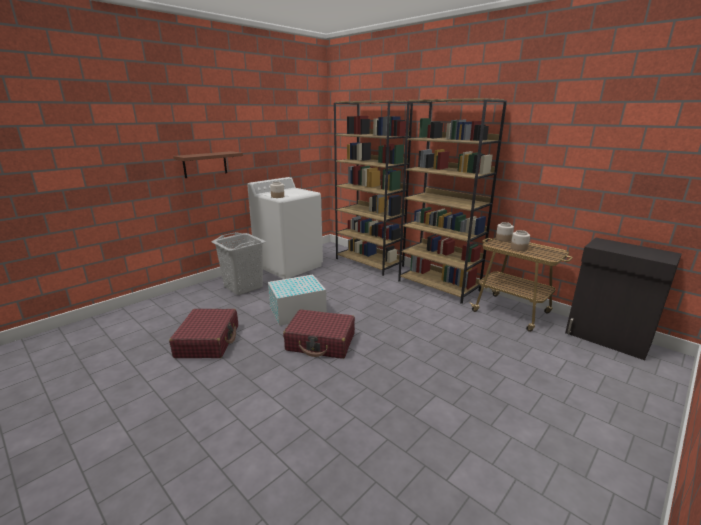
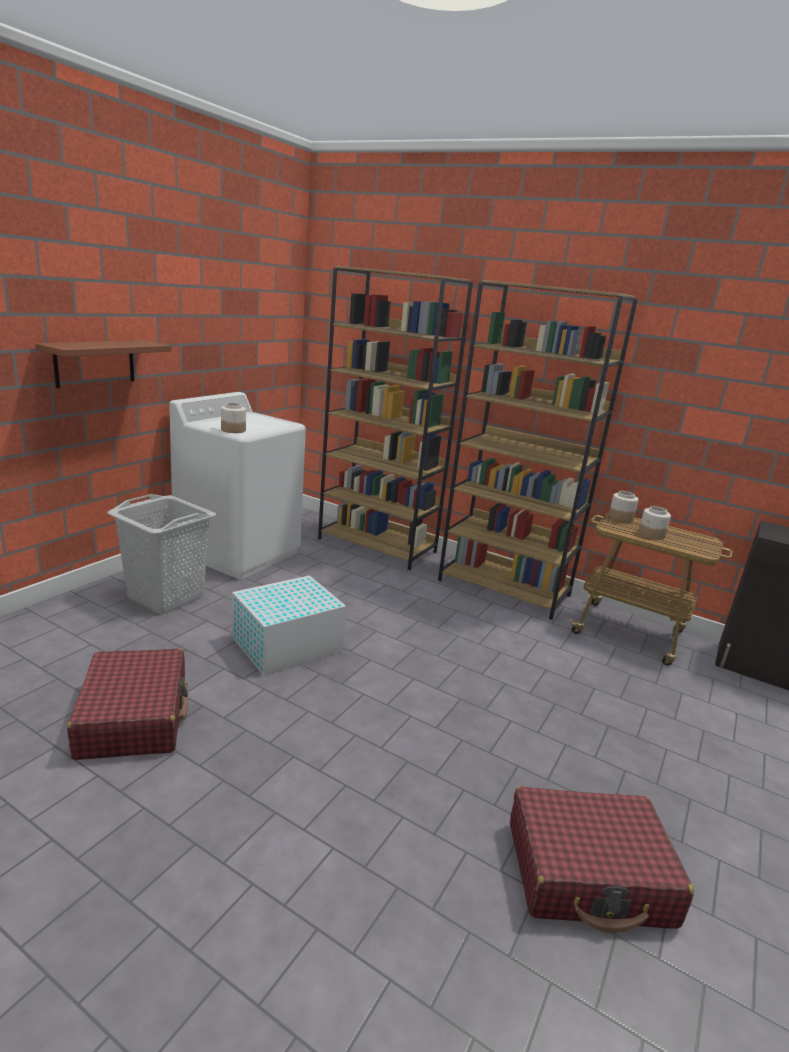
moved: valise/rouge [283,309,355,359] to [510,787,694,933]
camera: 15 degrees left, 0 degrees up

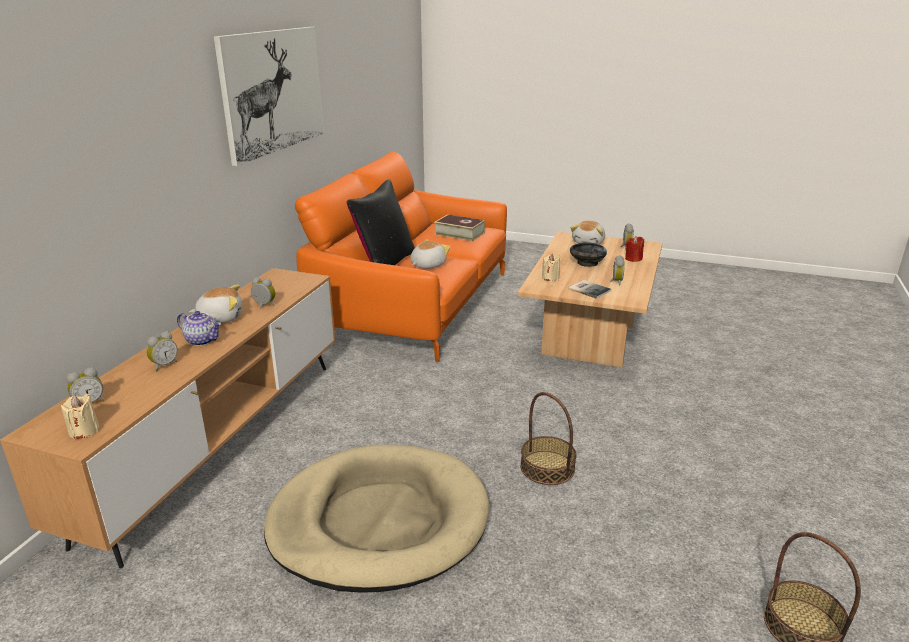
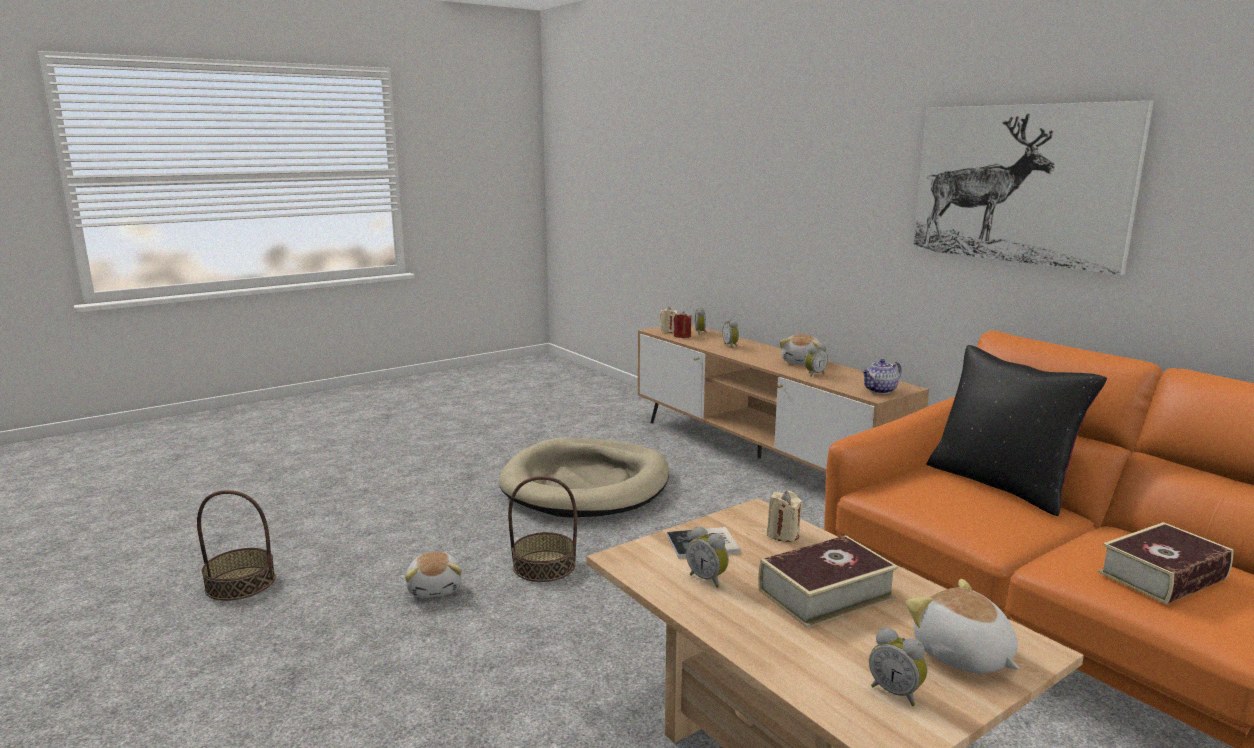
moved: bougie/rouge [625,236,644,262] to [674,311,692,338]; peluche [410,239,450,269] to [405,552,462,598]; théière [177,311,221,346] to [862,359,902,394]
replaced: bol/noir [570,242,607,267] to livre [758,535,898,628]
camera: 125 degrees right, 10 degrees down

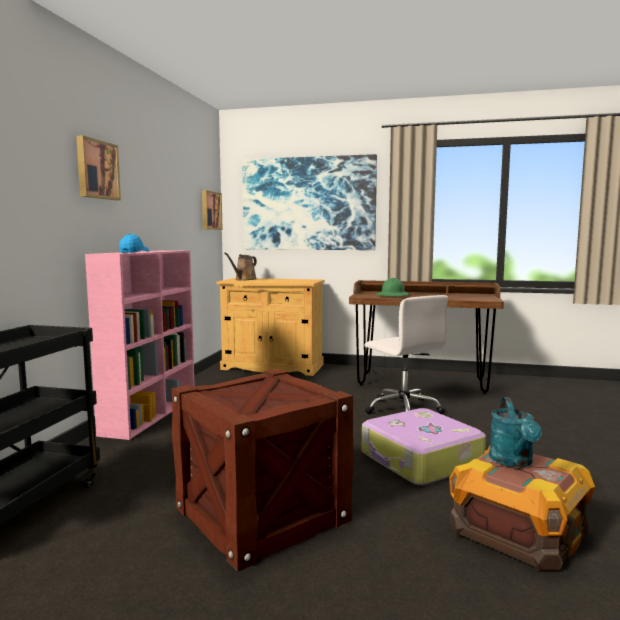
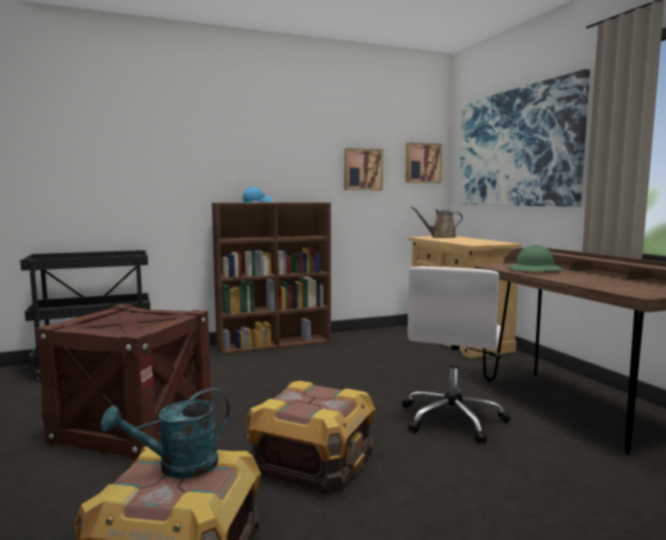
moved: tableau [76,135,121,200] to [344,148,383,190]
replaced: valise [362,408,486,485] to caisse [245,381,375,494]
recoloured: bibliothèque/rose [85,250,195,440] to bibliothèque/marron [212,202,331,354]
camera: 55 degrees right, 0 degrees up

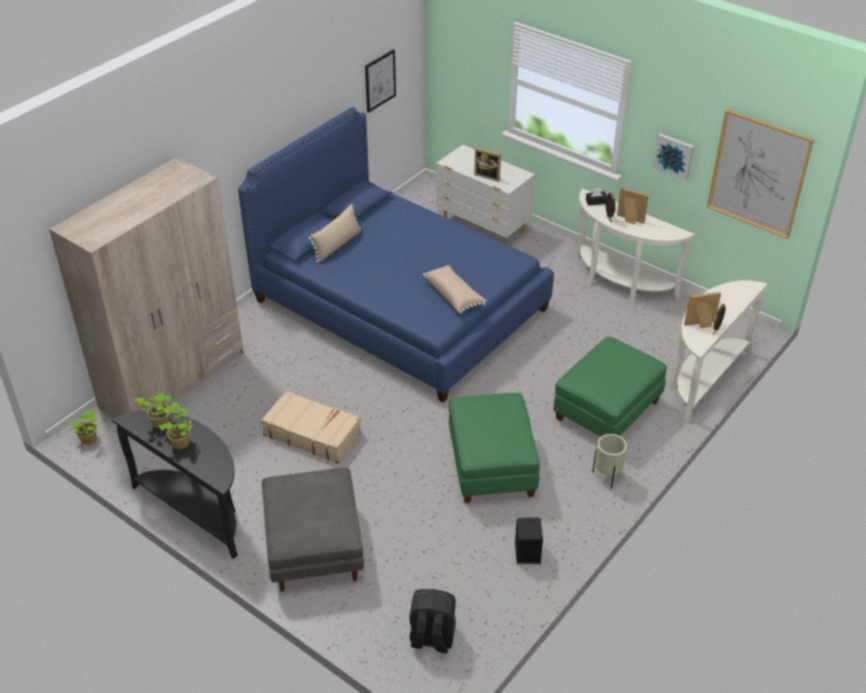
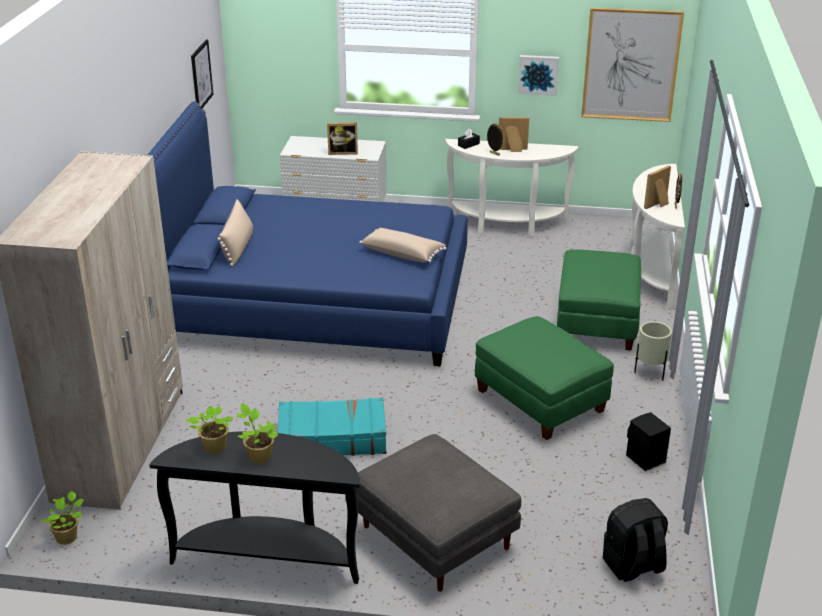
recoloured: valise/beige [261,391,361,463] to valise/turquoise [278,398,386,456]
camera: 30 degrees left, 10 degrees down

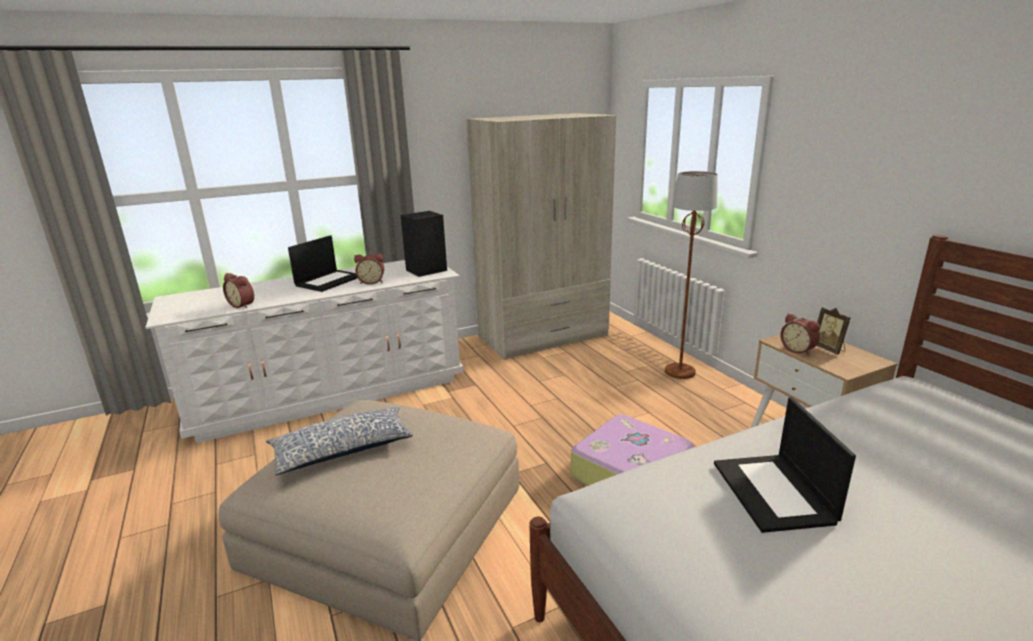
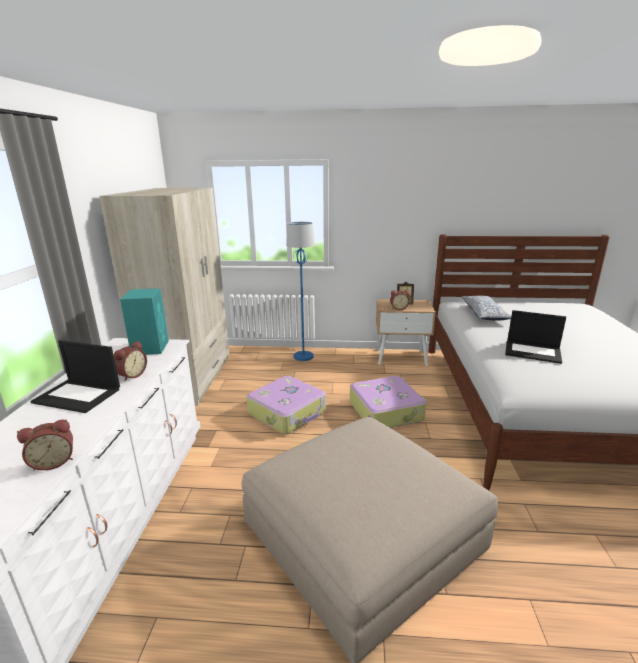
added: valise [246,376,326,434]
moved: coussin [266,406,413,475] to [462,296,511,321]
recoloured: lampadaire/marron [665,171,718,379] to lampadaire/bleu [286,222,315,361]; enceinte/noir [401,211,447,277] to enceinte/turquoise [120,288,169,355]
turned: ordinateur portable [288,235,357,292] = [30,340,120,413] 135 degrees clockwise
camera: 60 degrees left, 0 degrees up

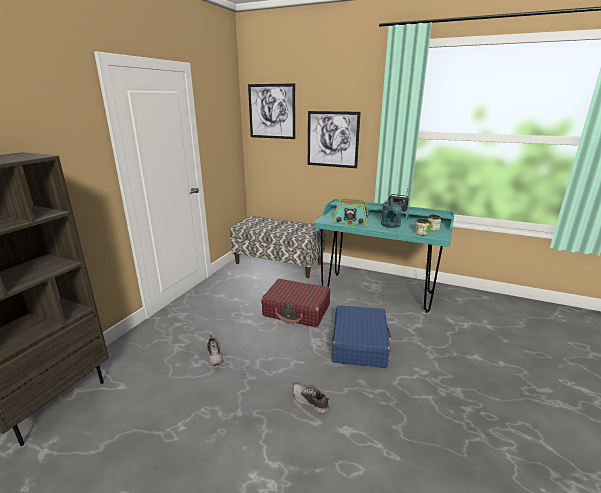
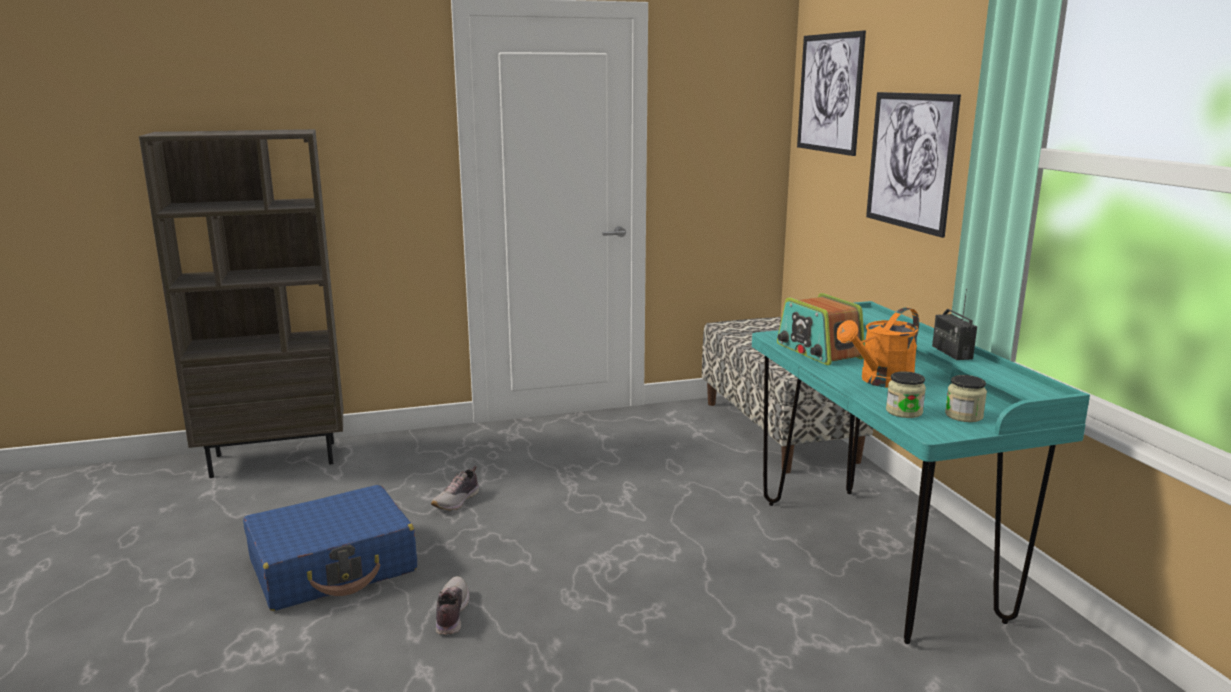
removed: valise/rouge [261,279,330,327]
moved: valise/bleu [332,305,391,368] to [243,485,417,611]
recoloured: arrosoir/turquoise [381,196,402,228] to arrosoir/orange [837,307,919,388]
camera: 50 degrees right, 5 degrees down

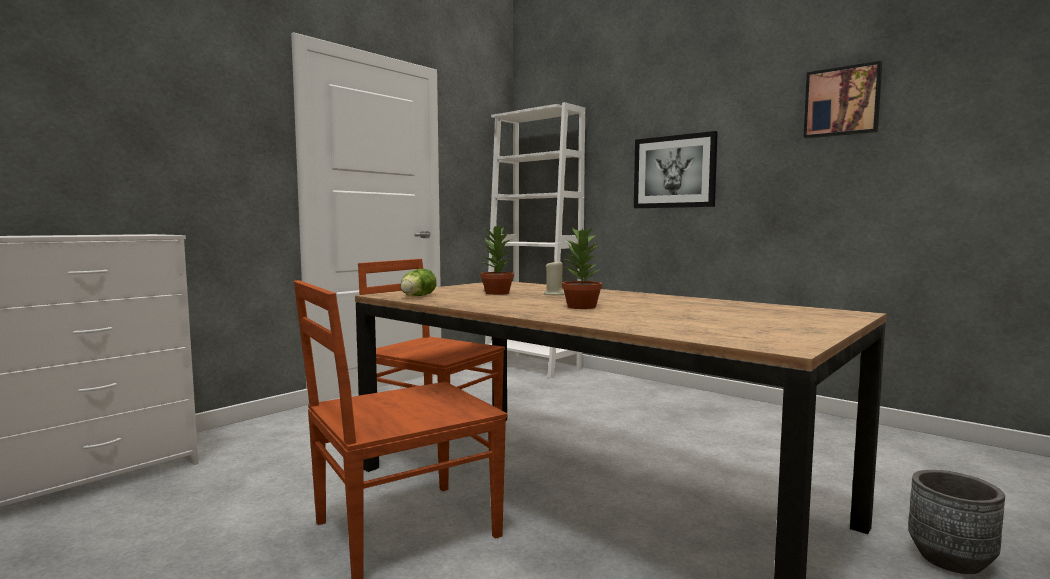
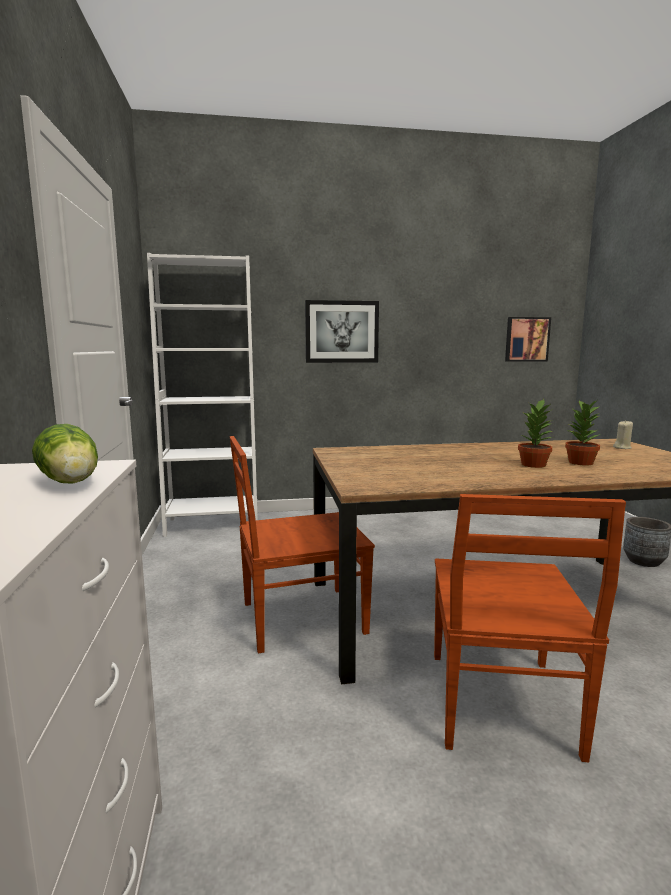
moved: tableau [803,61,882,139] to [505,317,551,362]; plante en pot [481,226,514,295] to [565,400,600,465]; bougie/beige [544,260,565,295] to [613,420,633,449]; laitue [400,269,437,296] to [32,424,98,484]
camera: 50 degrees left, 5 degrees up

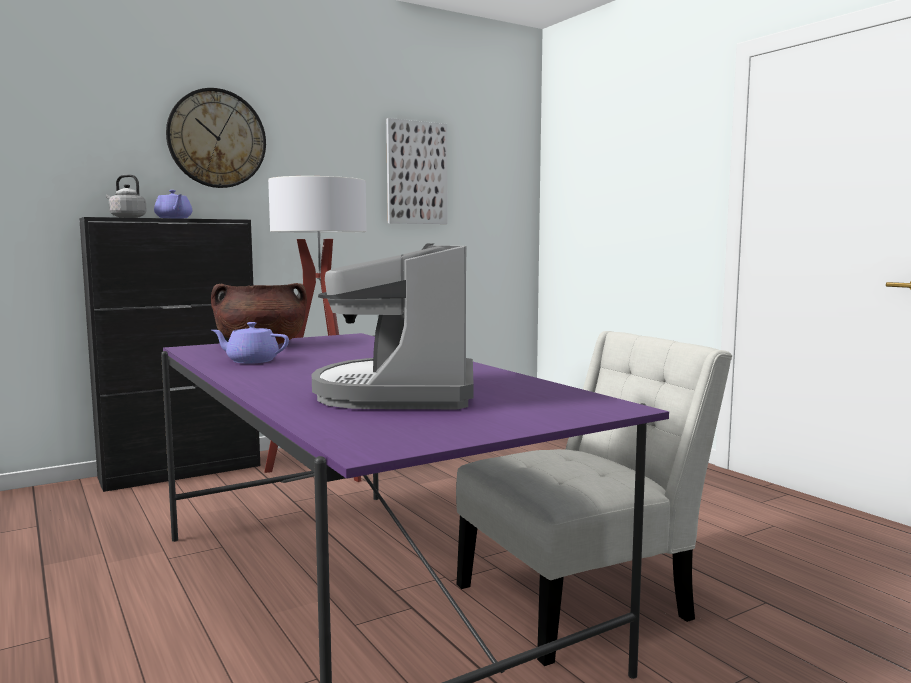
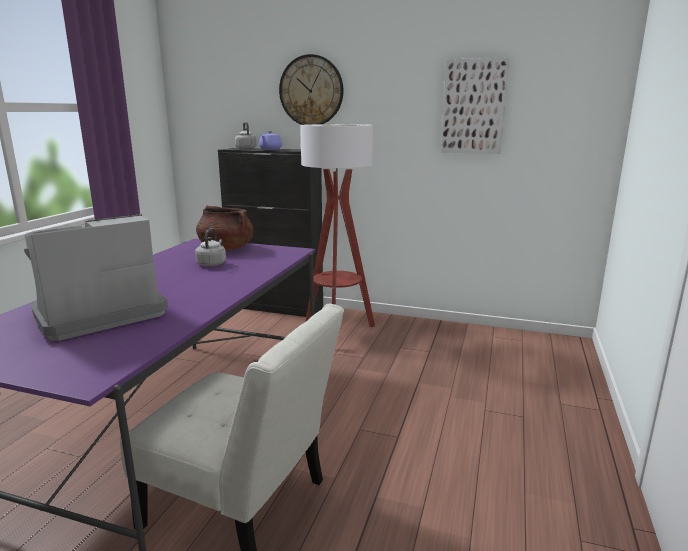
removed: théière/violet [212,322,289,364]
added: bouilloire/gris [195,228,226,267]
camera: 50 degrees right, 10 degrees up

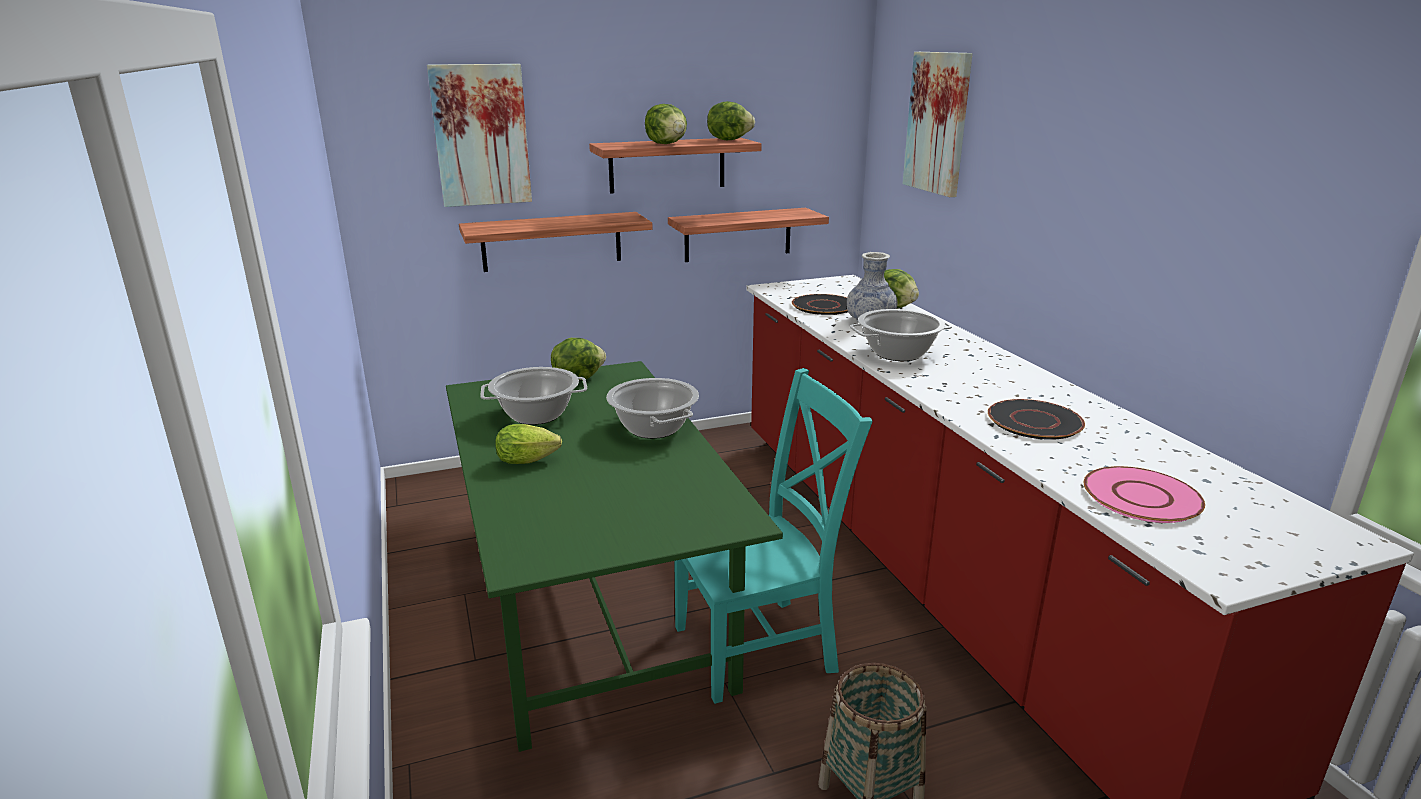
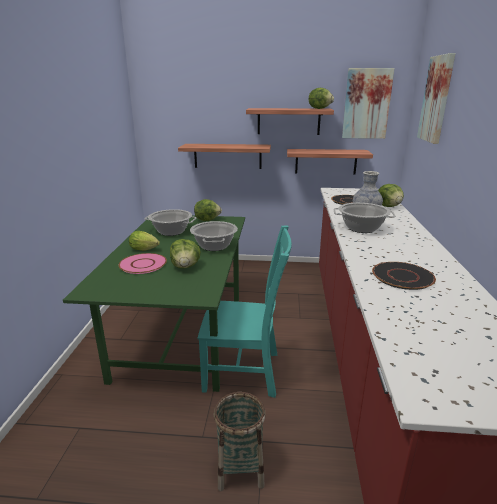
moved: tableau [427,64,532,207] to [342,68,395,139]; laitue [645,104,687,144] to [170,239,201,268]; assiette/rose [1084,466,1205,523] to [118,253,167,274]
camera: 25 degrees right, 0 degrees up

